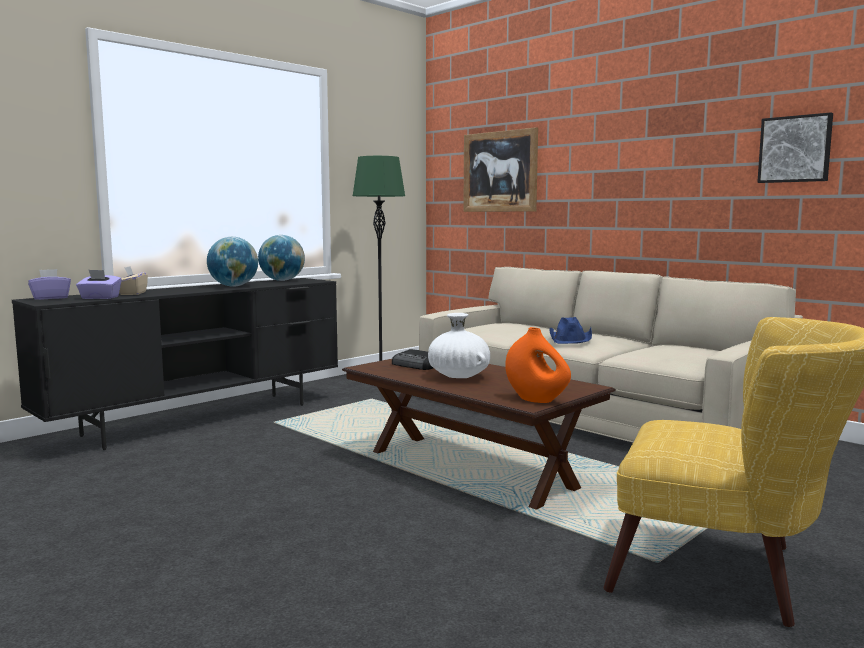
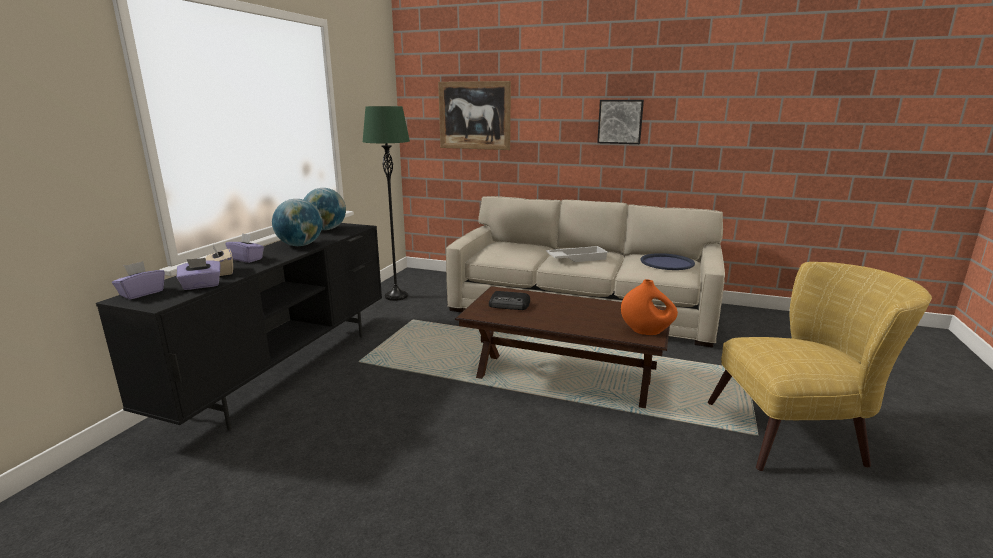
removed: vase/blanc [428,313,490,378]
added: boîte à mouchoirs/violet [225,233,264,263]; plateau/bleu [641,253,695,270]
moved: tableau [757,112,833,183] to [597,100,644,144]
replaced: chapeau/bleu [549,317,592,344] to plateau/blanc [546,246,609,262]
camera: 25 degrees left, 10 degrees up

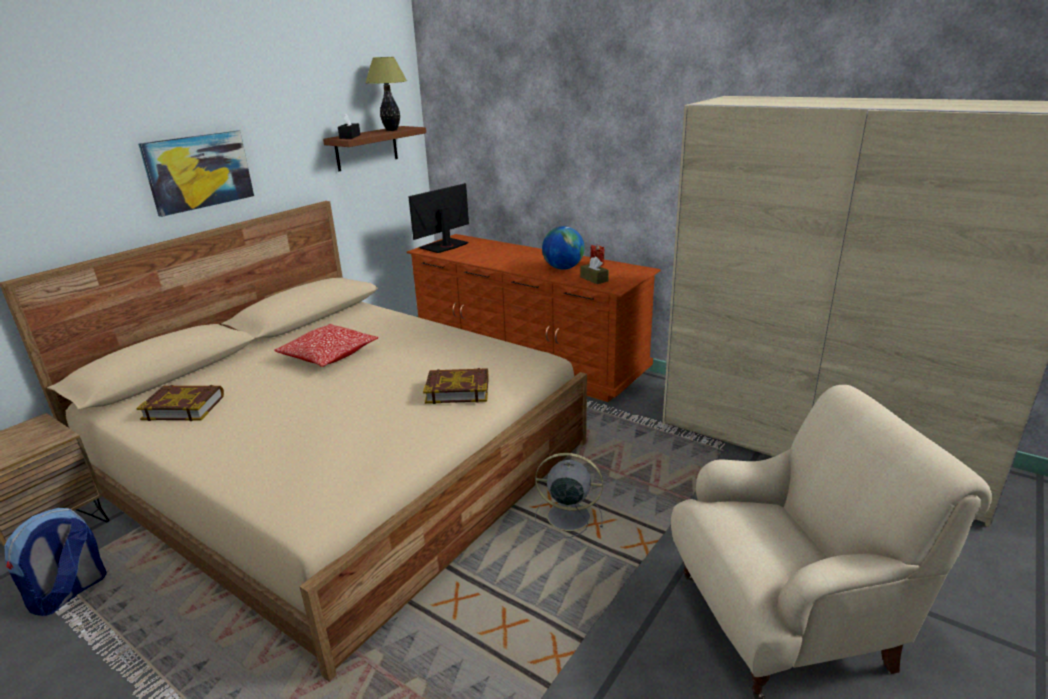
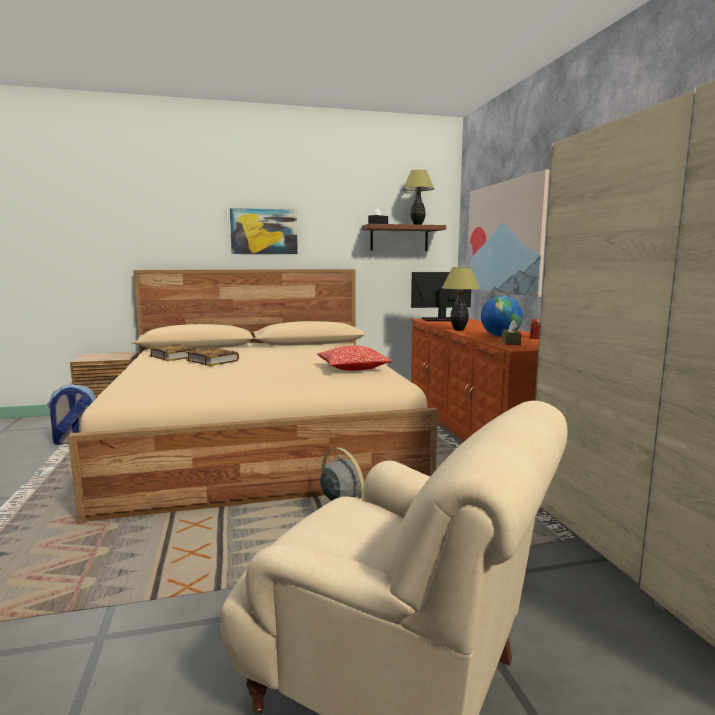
added: tableau [467,169,549,297]; lampe de table [442,267,480,330]
moved: coussin [274,324,378,367] to [317,346,392,371]; livre [423,368,489,404] to [185,348,239,366]
camera: 40 degrees right, 15 degrees down

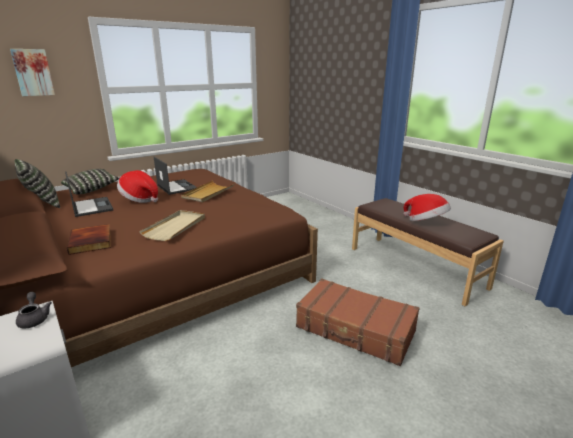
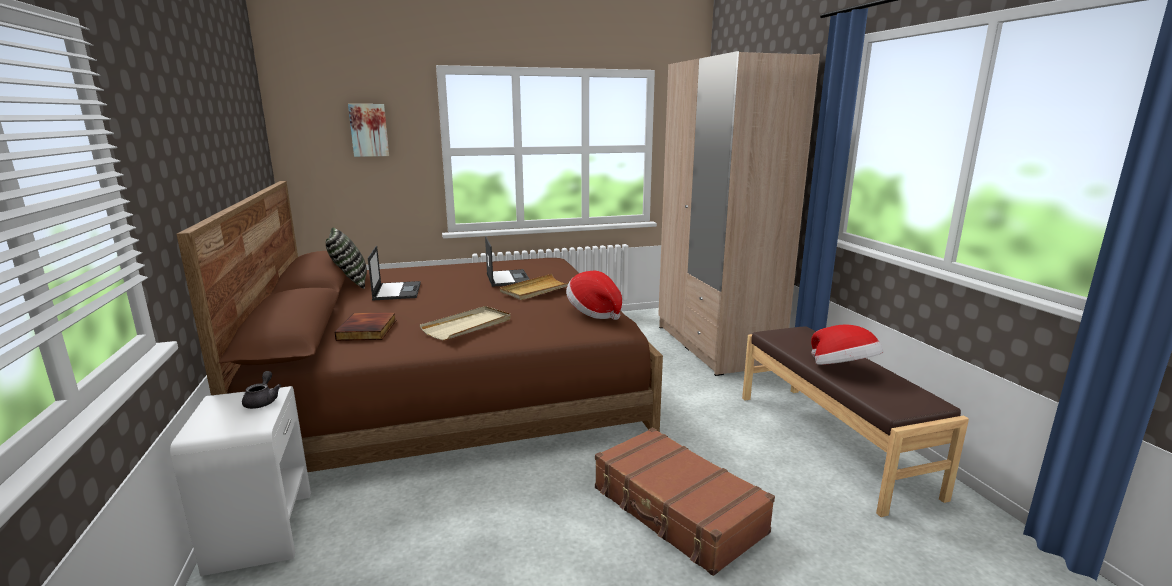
removed: coussin [61,169,119,194]
added: armoire/beige [658,51,820,376]
moved: chapeau [117,170,158,203] to [566,271,622,320]
camera: 20 degrees right, 5 degrees down

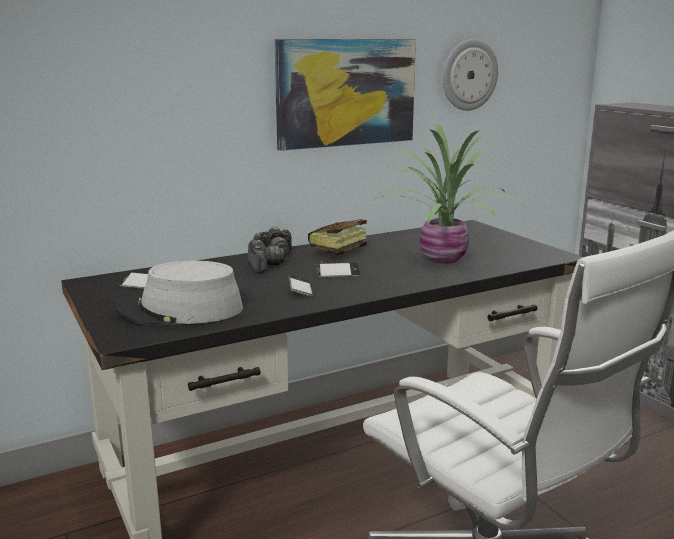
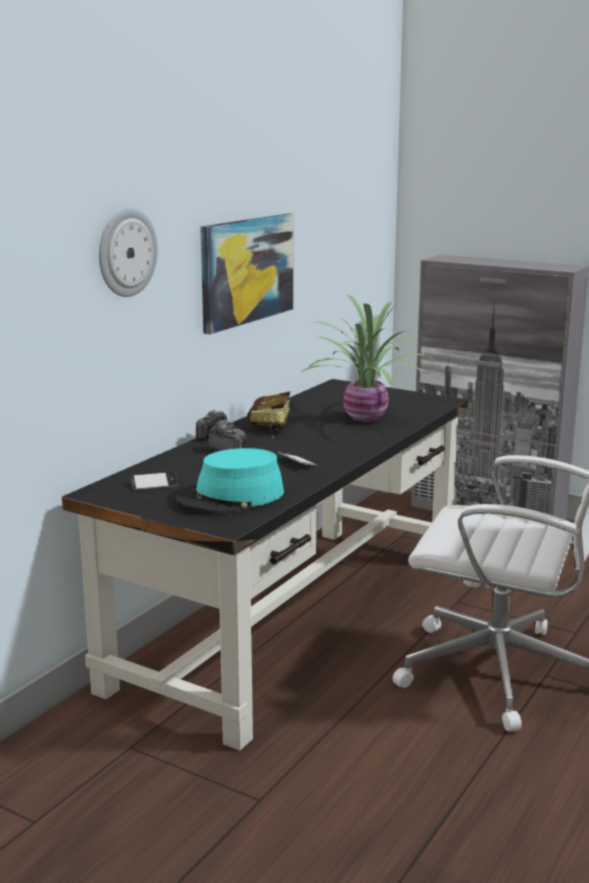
removed: téléphone [317,263,360,278]
moved: horloge murale [443,39,498,111] to [99,208,158,297]
recoloured: chapeau/gris [116,260,243,325] to chapeau/turquoise [176,448,284,513]
camera: 30 degrees left, 0 degrees up

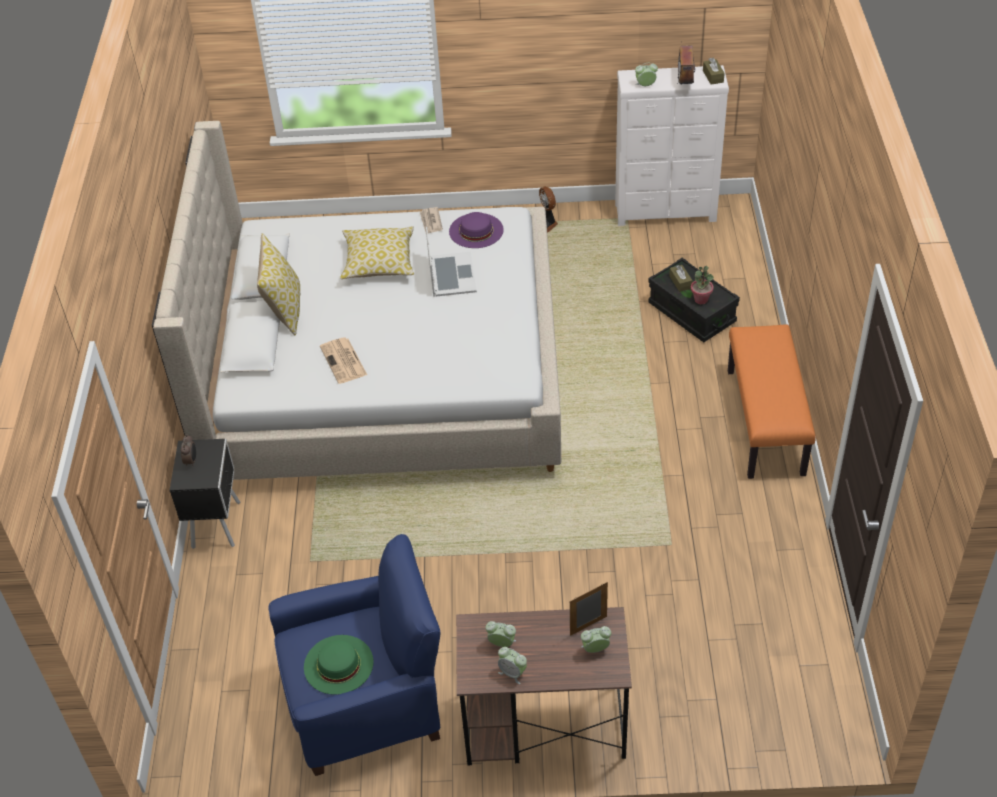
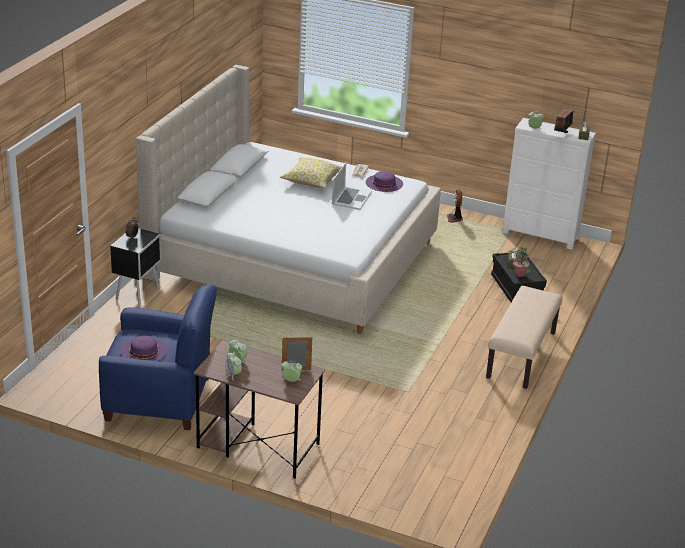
removed: coussin [257,233,300,335]; journal [320,338,367,384]
recoloured: banc/orange [728,324,816,479] to banc/beige [486,286,563,389]; chapeau/vert [304,635,373,695] to chapeau/violet [121,335,167,361]
camera: 20 degrees right, 15 degrees down

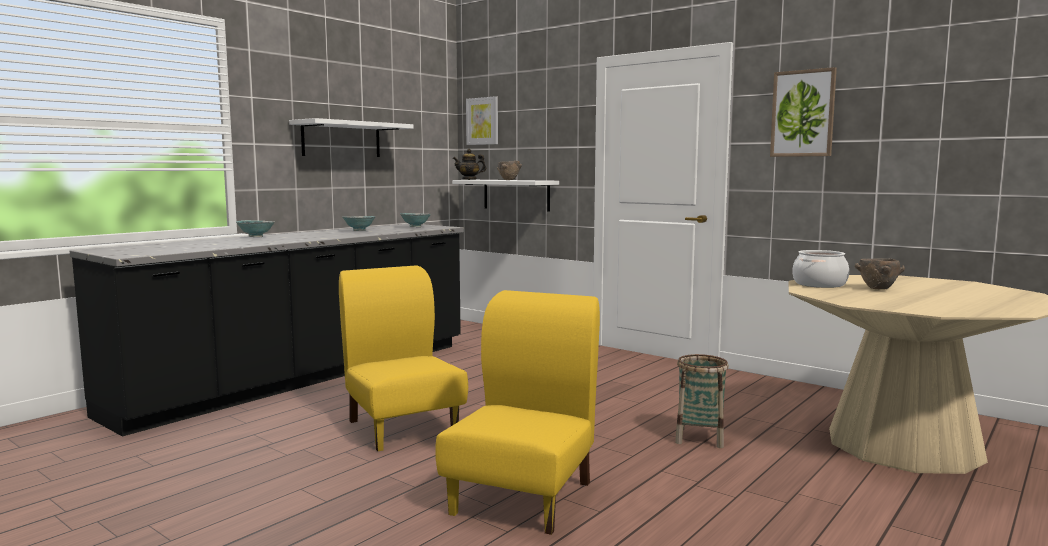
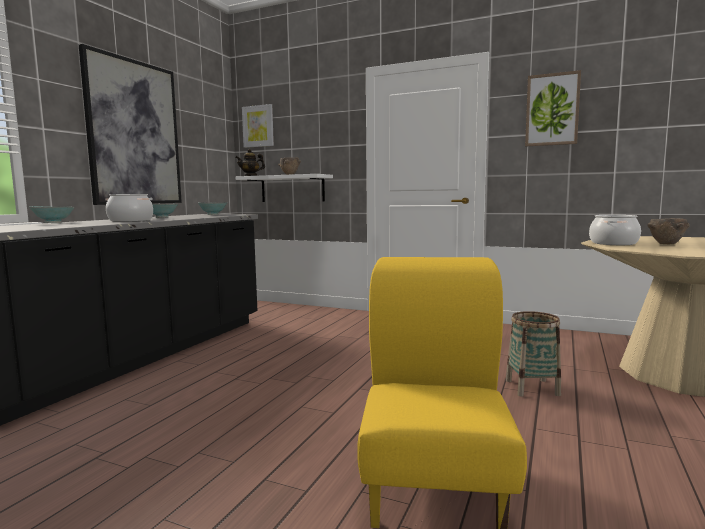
removed: chaise/jaune [339,265,468,451]
added: marmite [106,194,153,222]
replaced: étagère/blanc [289,118,414,157] to tableau [79,44,182,205]
camera: 15 degrees left, 0 degrees up

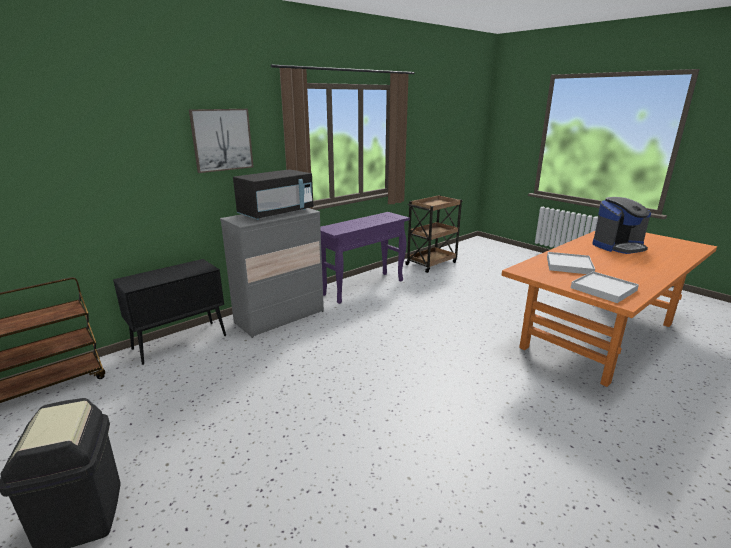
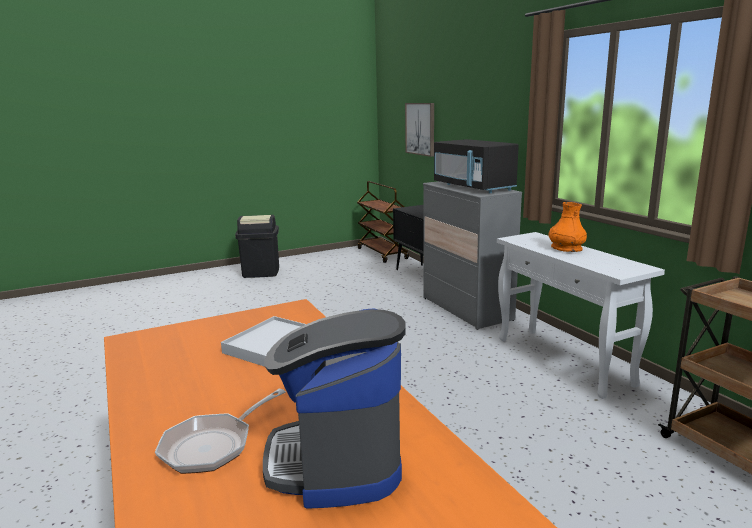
removed: plateau/blanc [571,271,639,303]
added: vase/orange [548,202,587,252]; poêle [155,389,286,474]
moved: tableau [189,109,254,173] to [405,103,434,157]
recoloured: table console/violet [320,212,410,304] to table console/blanc [497,232,665,399]
camera: 105 degrees right, 5 degrees down

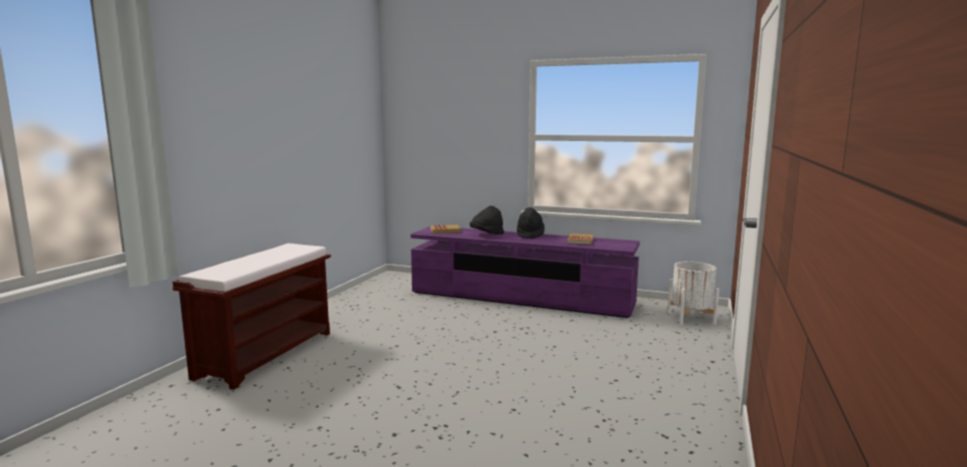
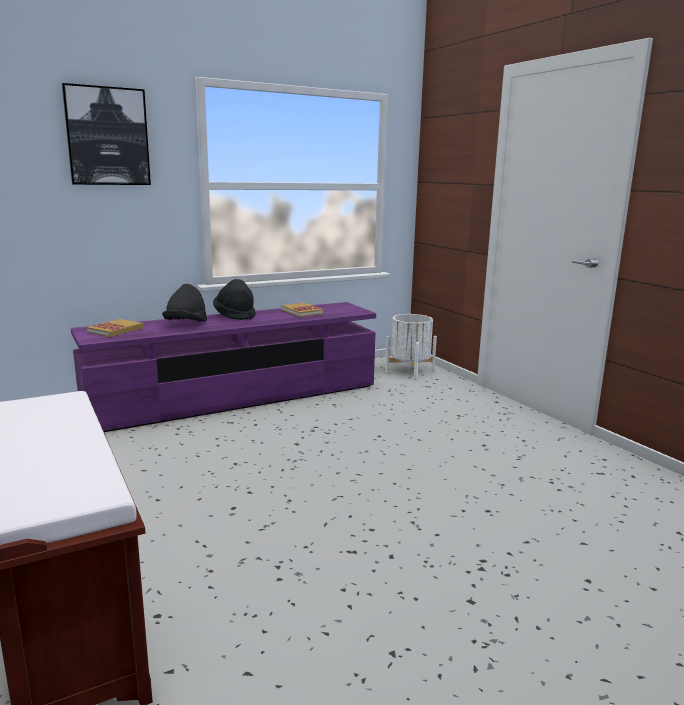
added: tableau [62,83,151,185]
camera: 50 degrees left, 5 degrees up

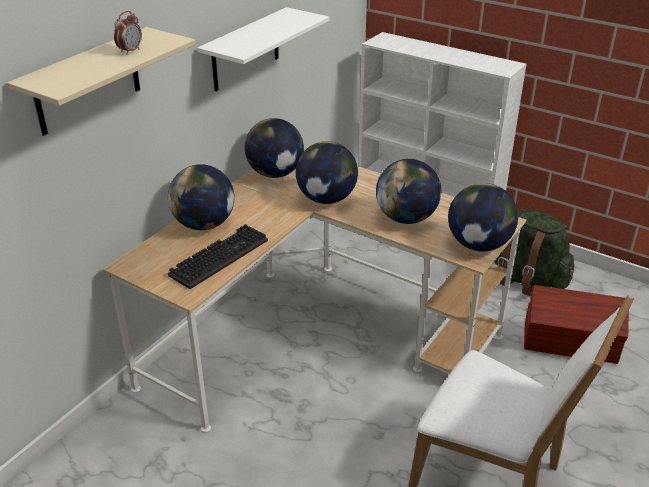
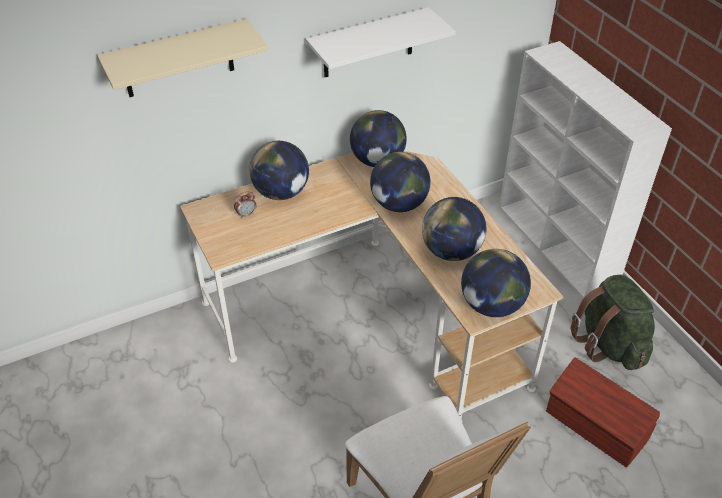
removed: clavier [168,224,268,289]
moved: réveil [114,11,142,55] to [234,191,256,219]
camera: 30 degrees right, 10 degrees up

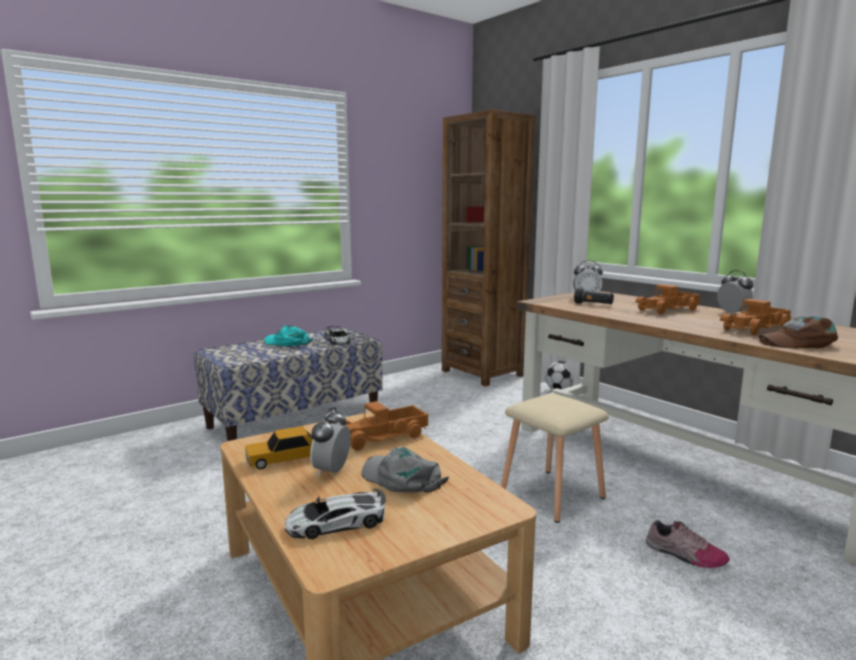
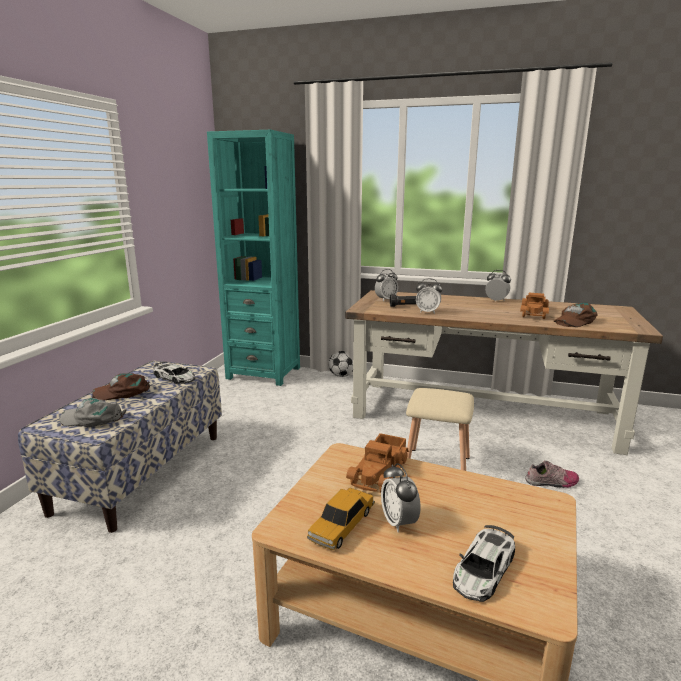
removed: camion jouet [635,284,700,314]
added: réveil [416,278,442,314]
moved: casquette/gris [362,447,449,493] to [60,398,127,427]
recoloured: bibliothèque/marron [442,109,535,386] to bibliothèque/turquoise [207,130,300,386]; casquette/turquoise [264,325,313,346] to casquette/marron [92,373,150,401]
camera: 35 degrees left, 5 degrees up

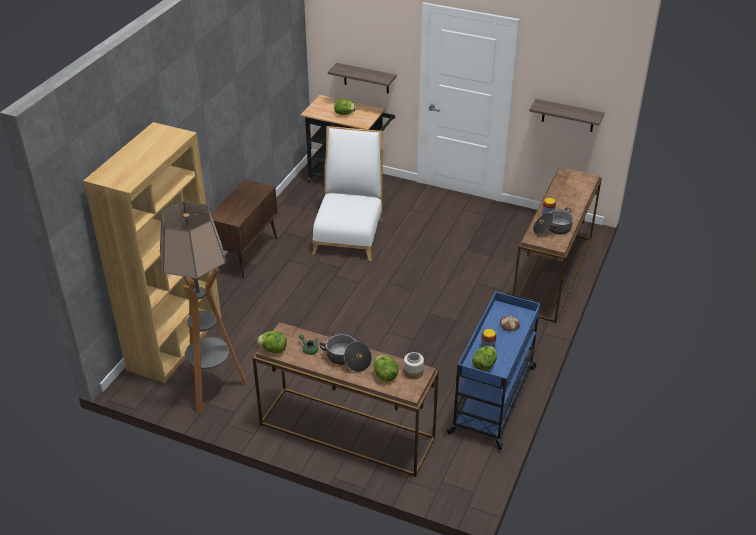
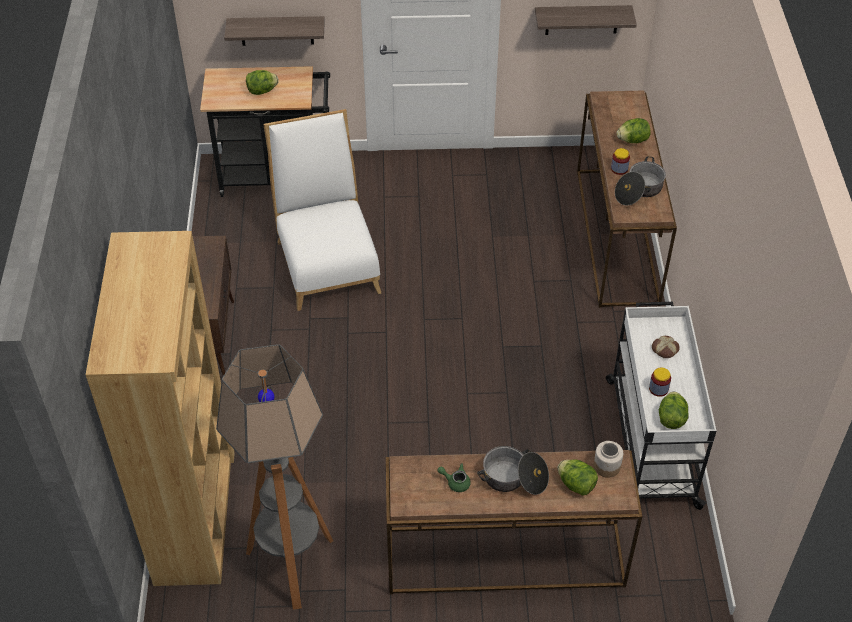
moved: laitue [257,331,287,353] to [617,118,651,143]
recoloured: chariot/bleu [446,291,541,450] to chariot/blanc [606,302,717,510]
camera: 25 degrees left, 10 degrees up

